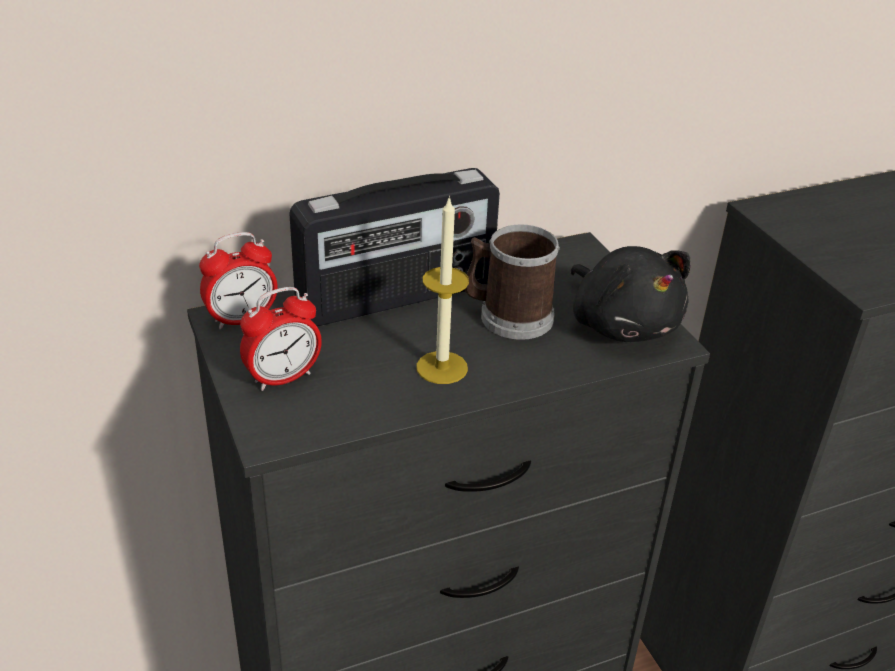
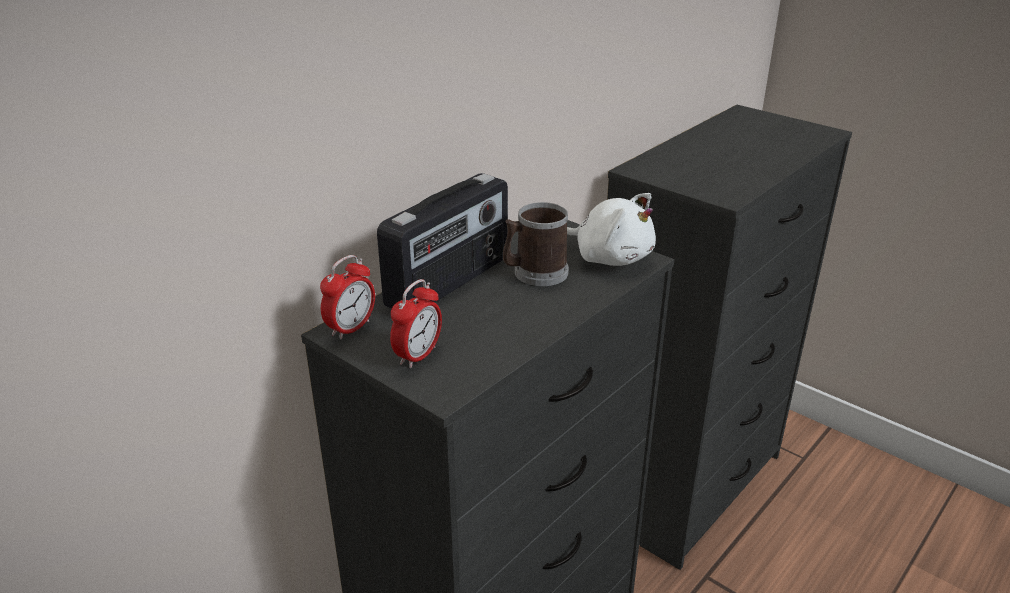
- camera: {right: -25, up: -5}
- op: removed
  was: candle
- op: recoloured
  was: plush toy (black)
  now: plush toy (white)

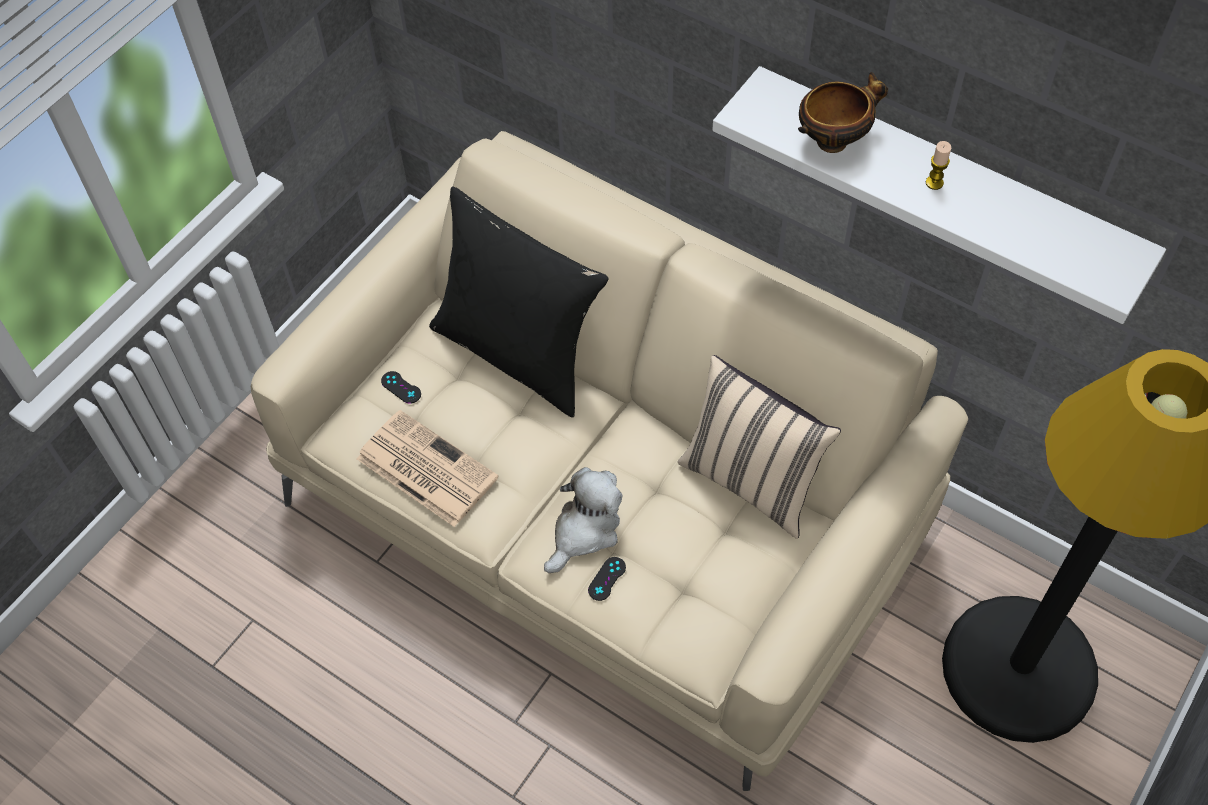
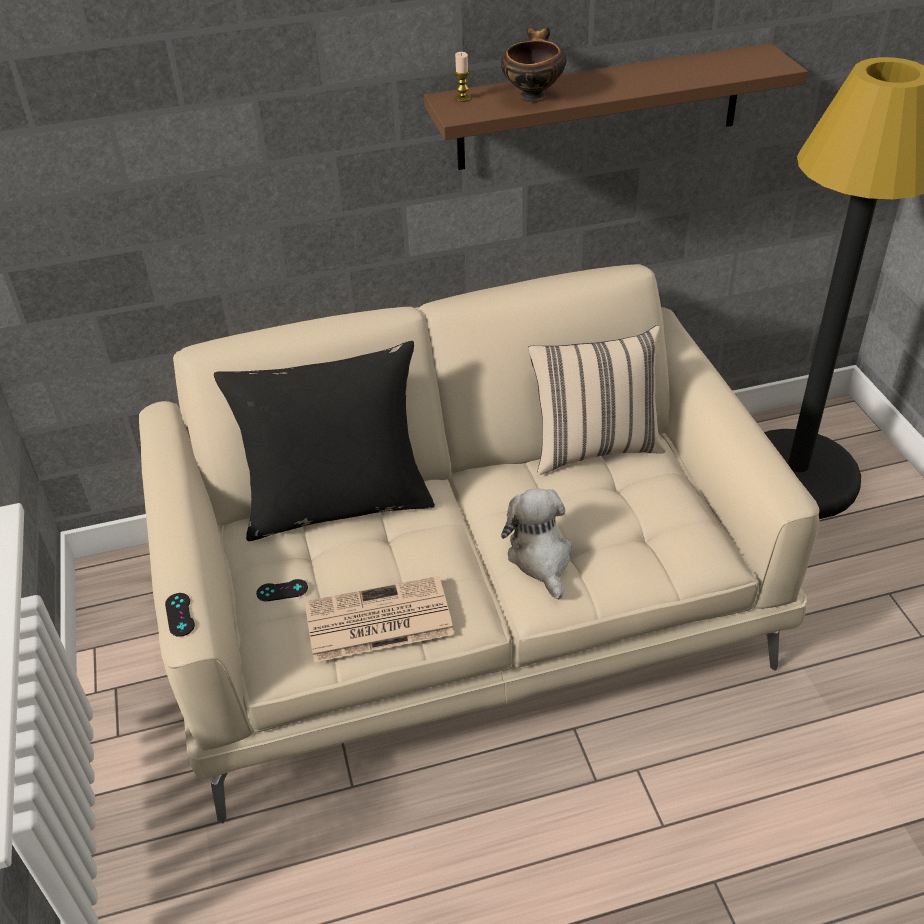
- camera: {right: -50, up: -15}
- op: moved
  was: game controller (black) (2nd from left in the first image)
  now: game controller (black) (1st from left)
- op: moved
  was: candle
- op: recoloured
  was: shelf (white)
  now: shelf (brown)

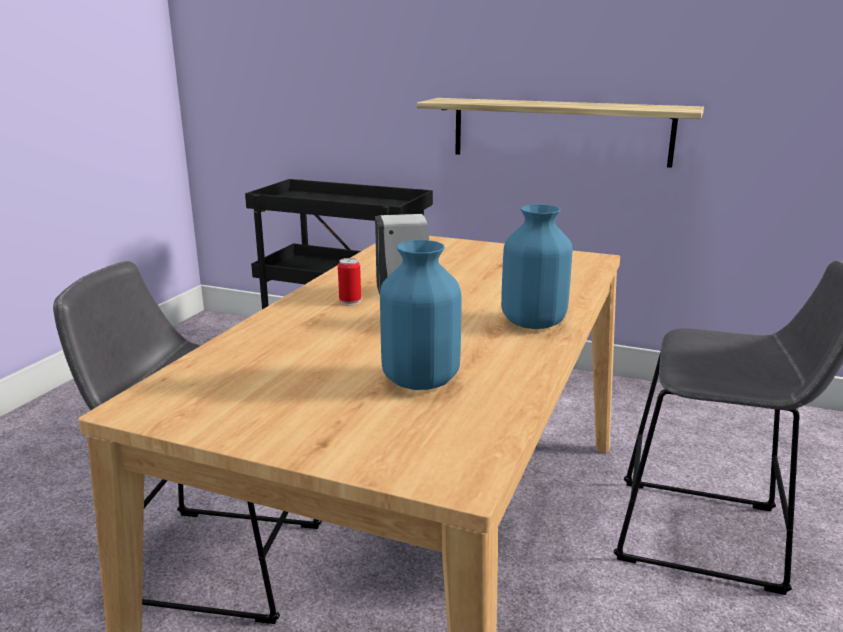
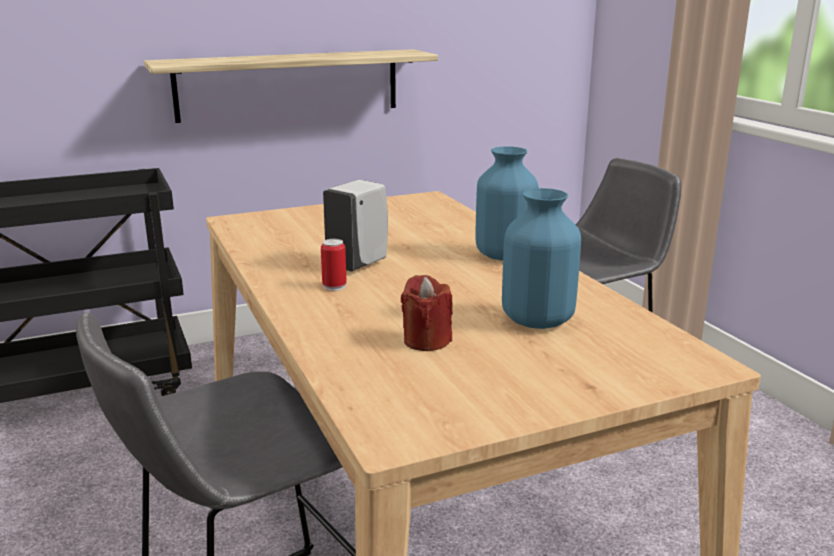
- camera: {right: -45, up: 0}
- op: added
  now: candle (red)

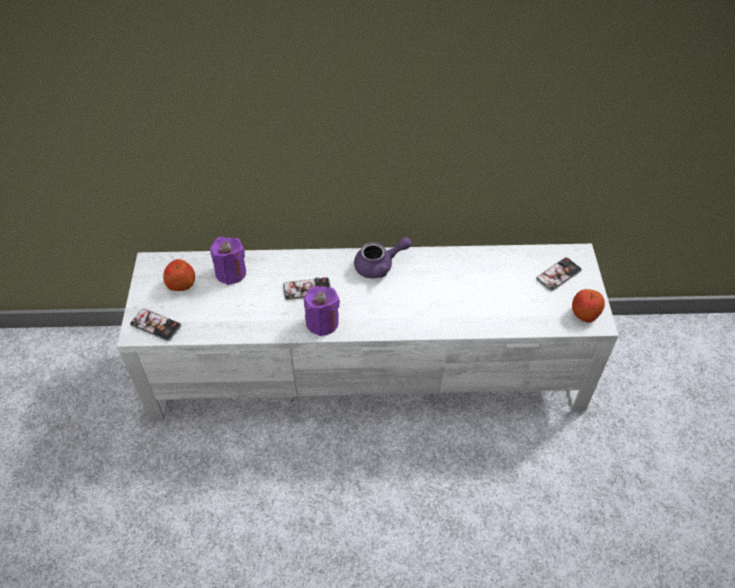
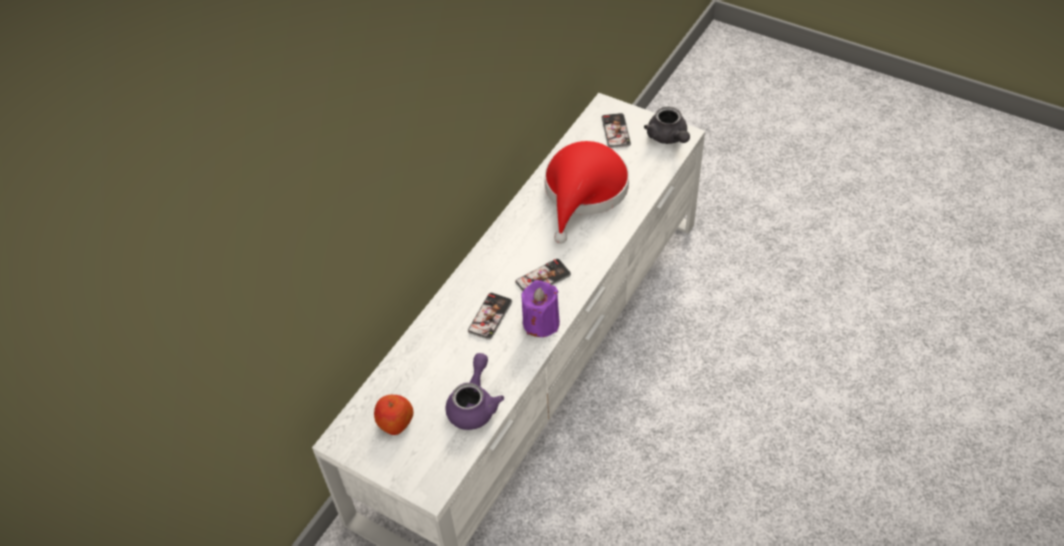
- camera: {right: -55, up: 0}
- op: removed
  was: candle (purple) (1st from left)
- op: added
  now: hat (red)
- op: moved
  was: phone (1st from left in the first image)
  now: phone (2nd from left)
- op: moved
  was: teapot (purple)
- op: replaced
  was: apple (2nd from left)
  now: teapot (grey)

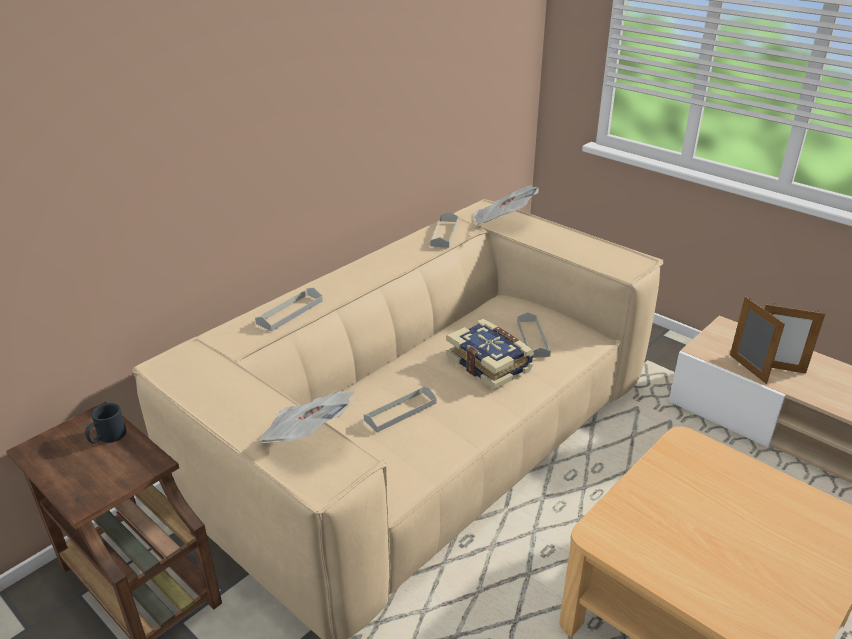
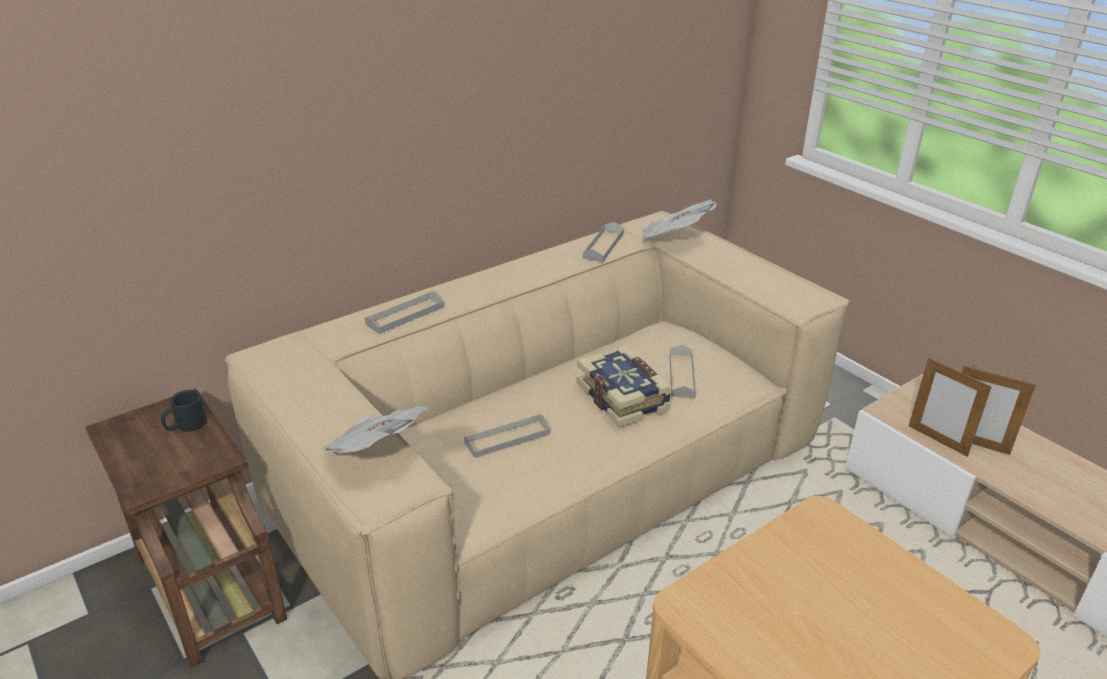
- camera: {right: 10, up: 0}
- op: turned
  was: picture frame (1st from left)
  clockwise: 150

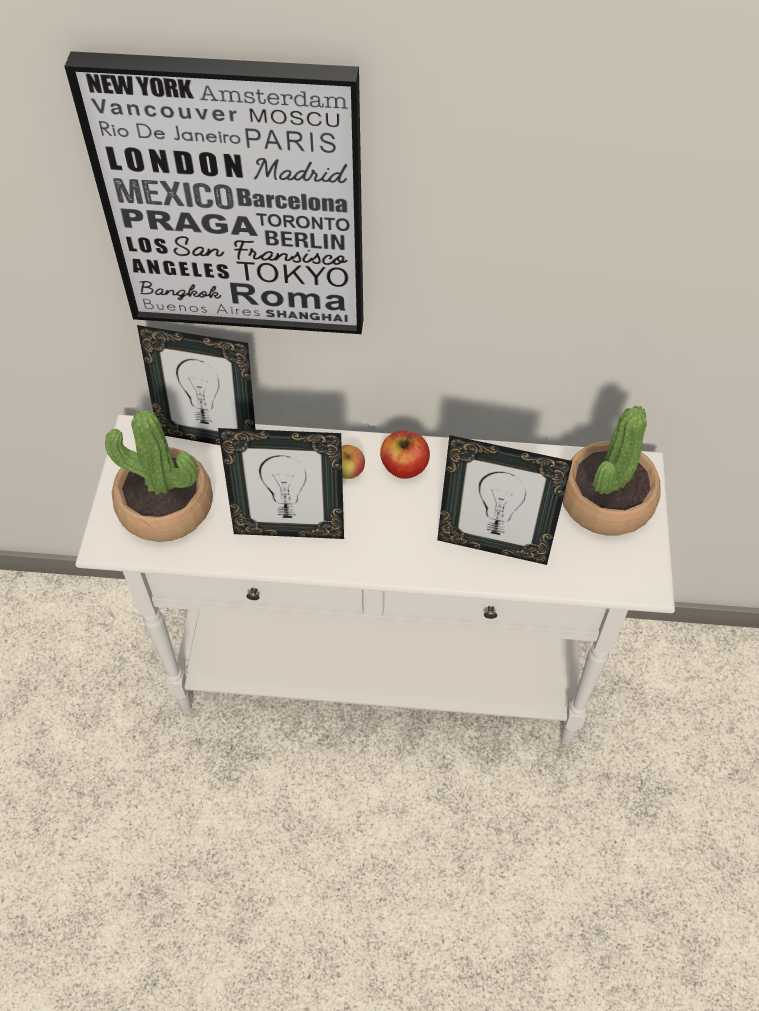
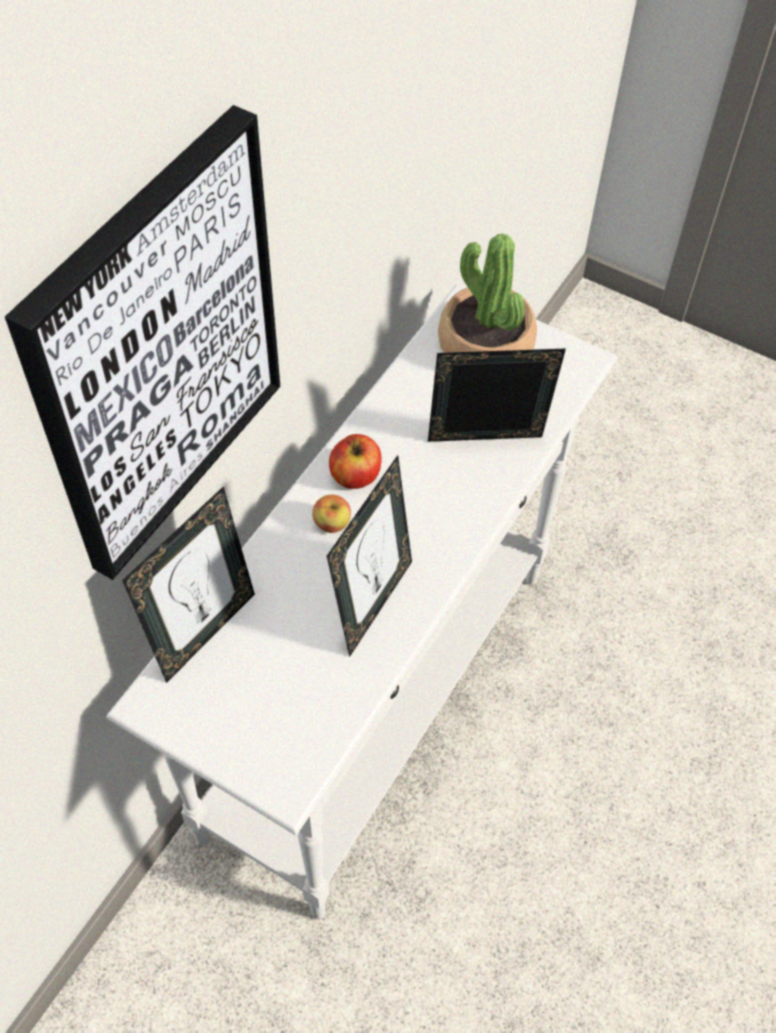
- camera: {right: -65, up: 0}
- op: removed
  was: potted plant (1st from left)
- op: turned
  was: picture frame (3rd from left)
  clockwise: -135

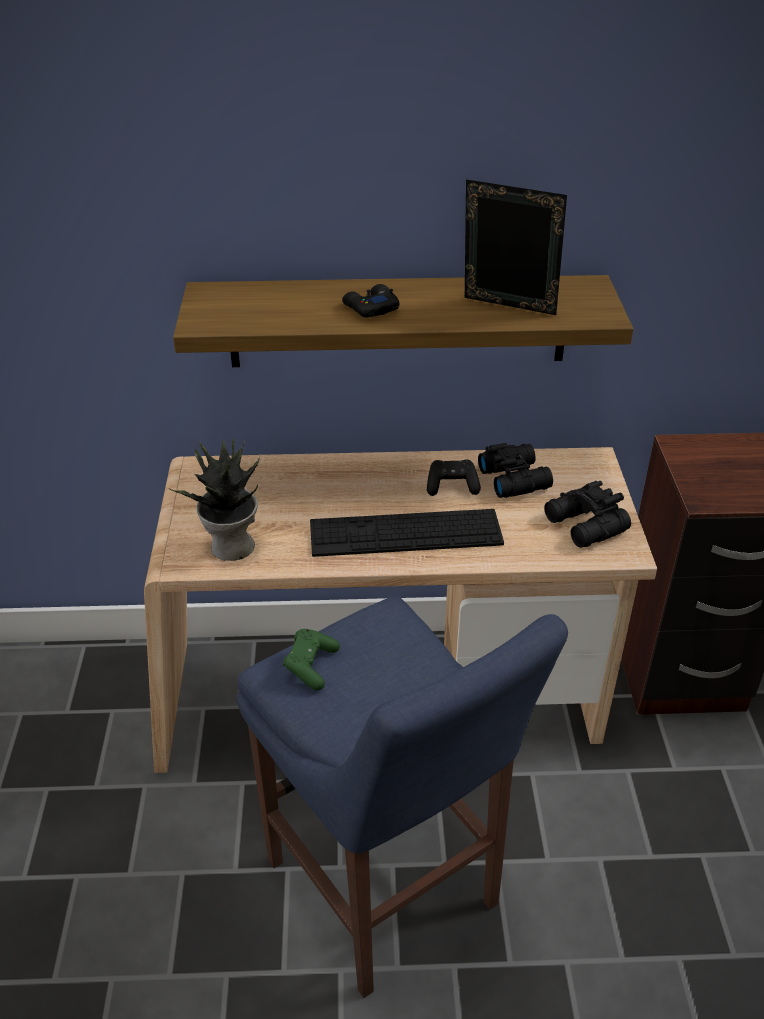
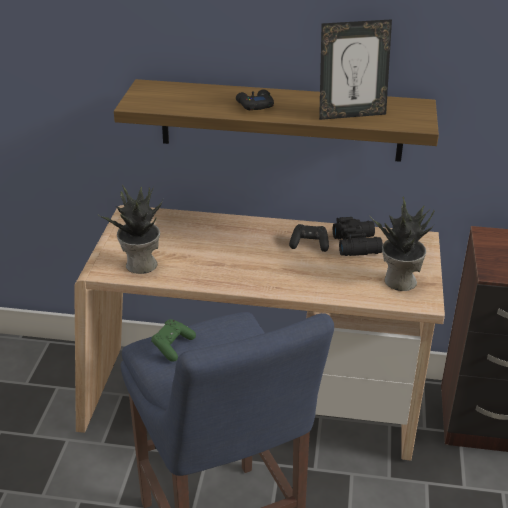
- camera: {right: 10, up: -5}
- op: removed
  was: keyboard
- op: replaced
  was: binoculars (black) (2nd from left)
  now: potted plant (2nd from left)
- op: turned
  was: picture frame
  clockwise: 135

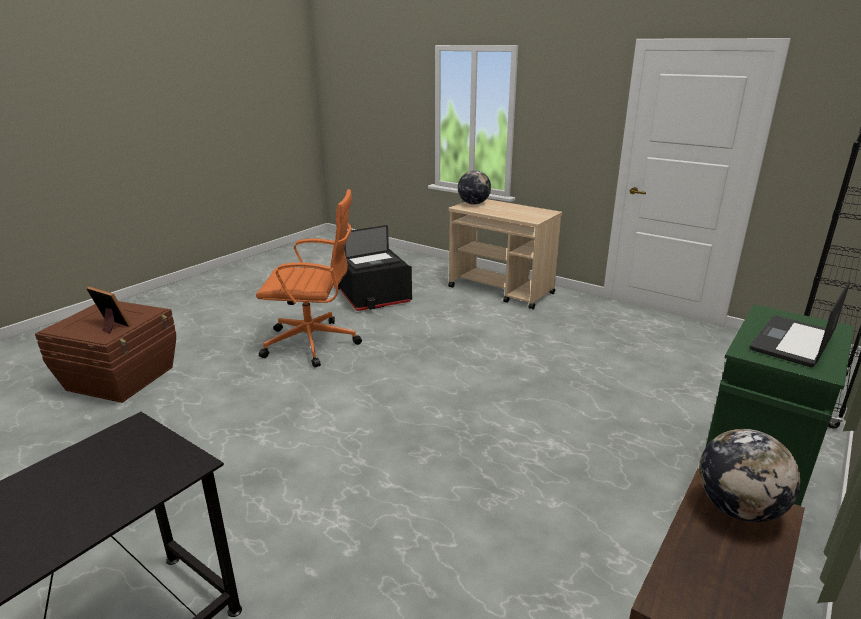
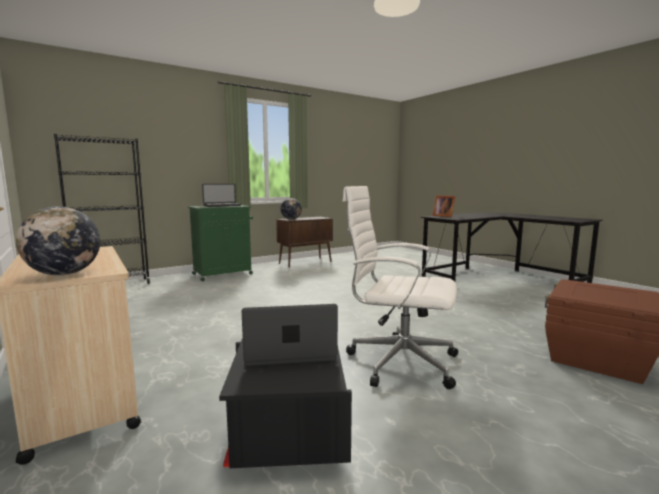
- camera: {right: -160, up: -15}
- op: moved
  was: picture frame
- op: recoloured
  was: office chair (orange)
  now: office chair (white)

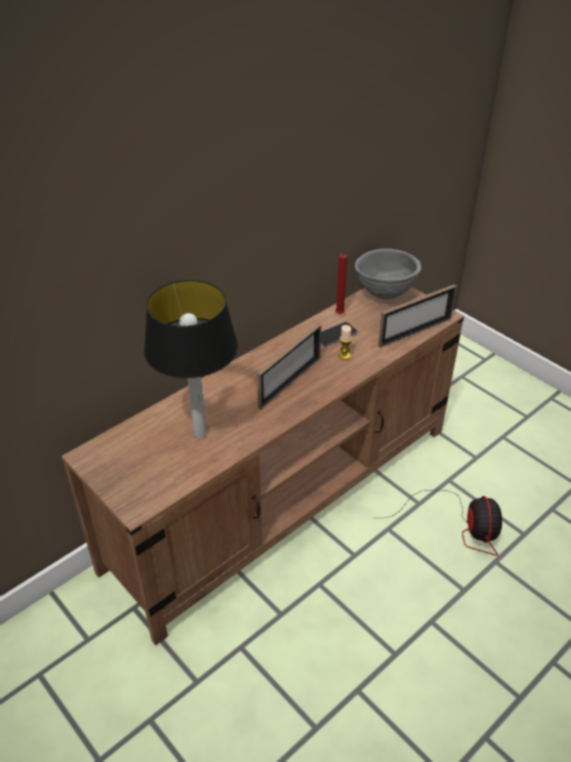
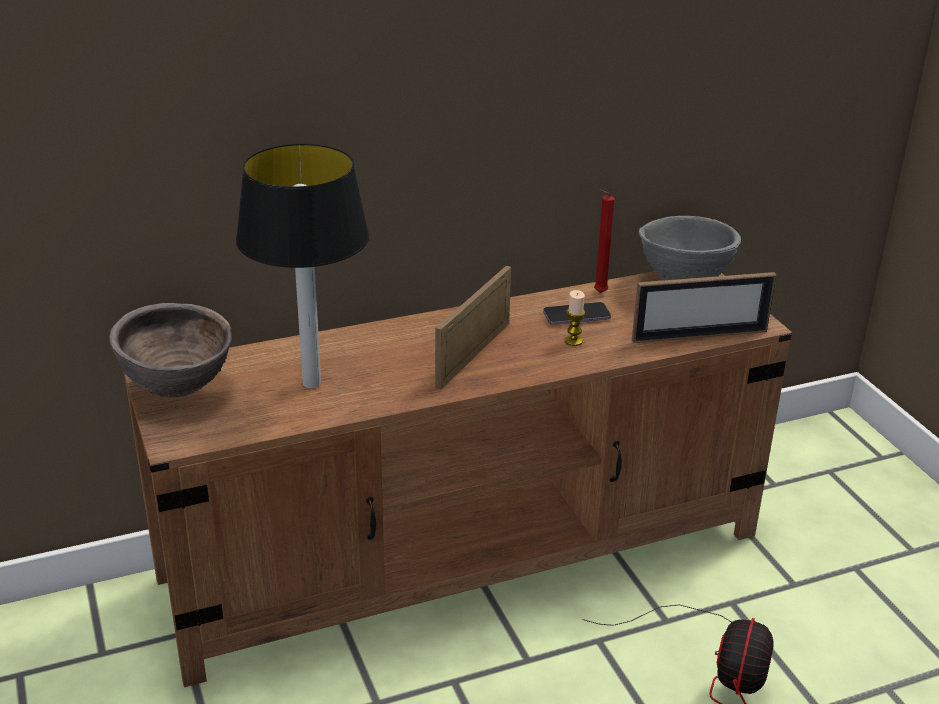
- camera: {right: 20, up: -10}
- op: added
  now: bowl (brown)
- op: turned
  was: picture frame (1st from left)
  clockwise: 150

